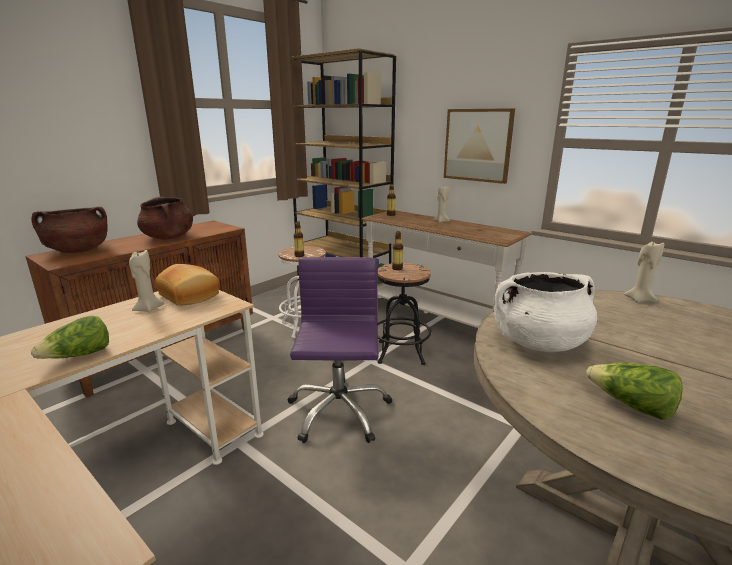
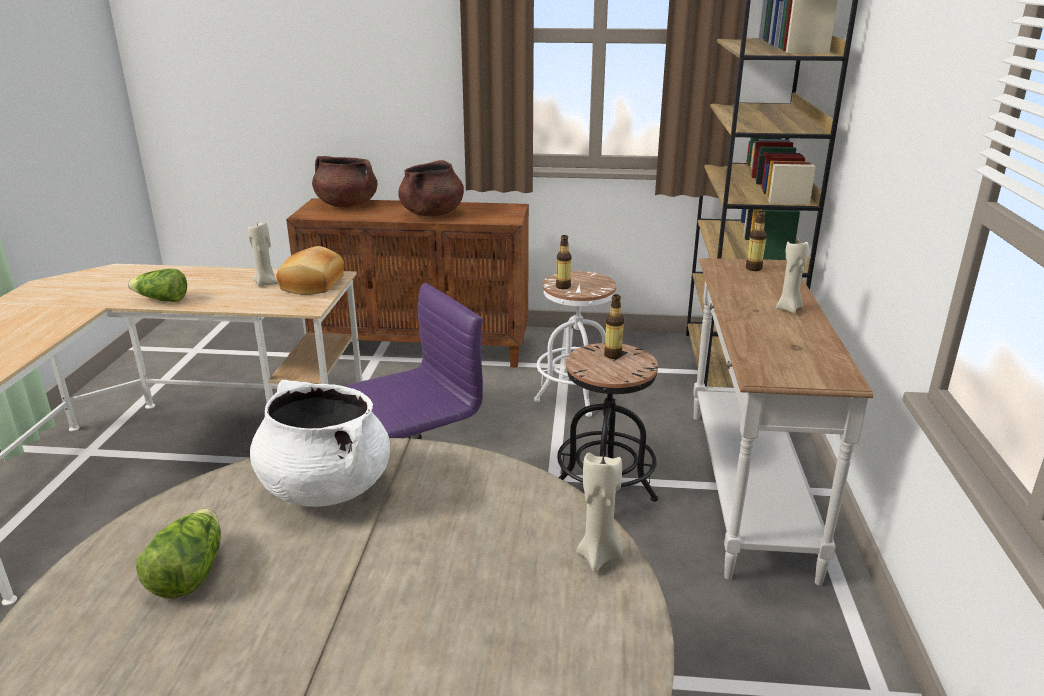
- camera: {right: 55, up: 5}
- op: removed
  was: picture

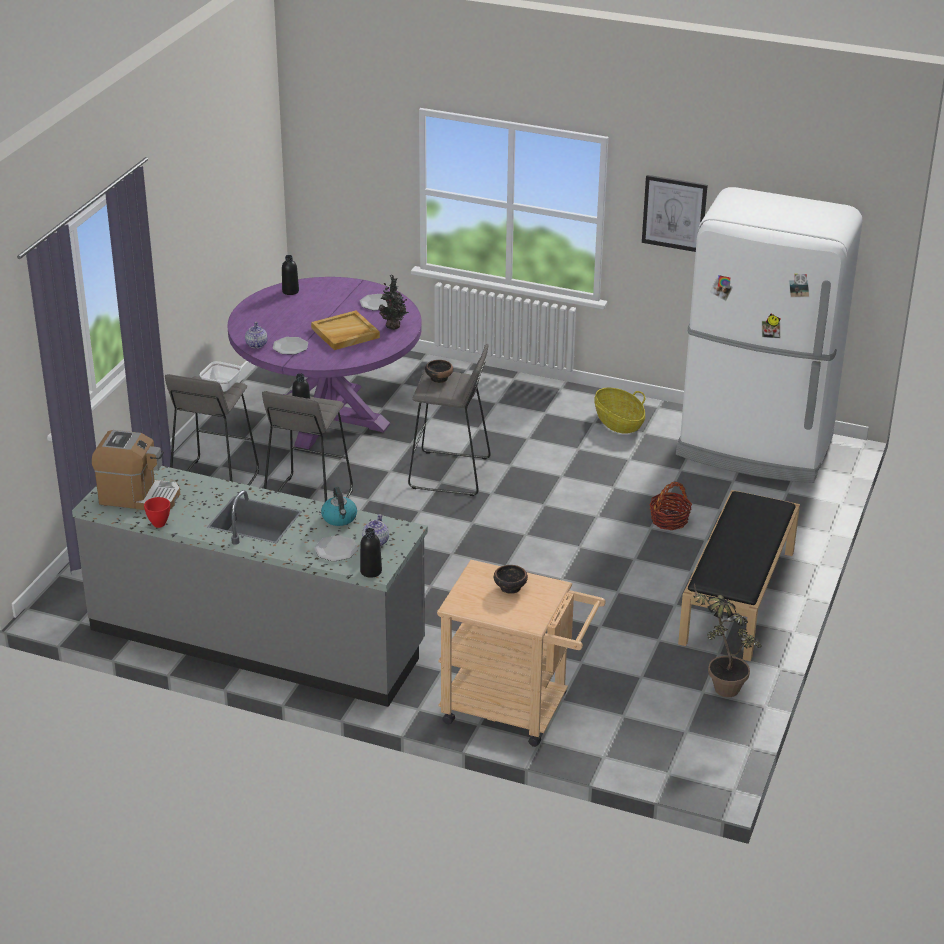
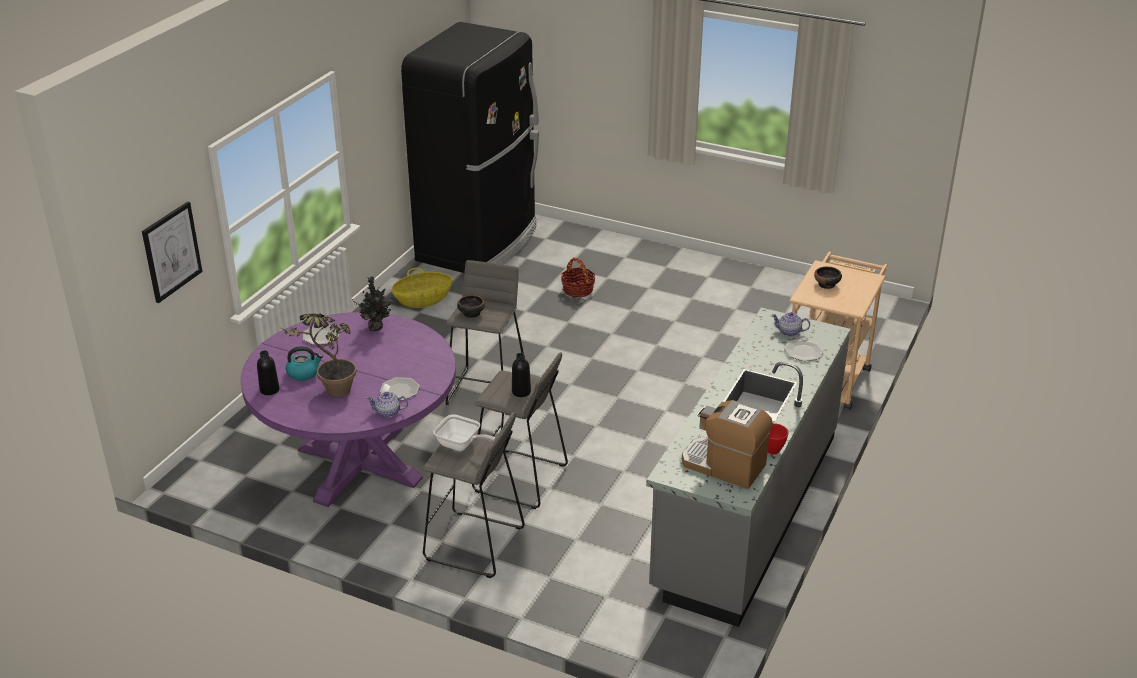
- camera: {right: -85, up: 0}
- op: removed
  was: tray (beige)
- op: removed
  was: bottle (black) (3rd from left)
- op: removed
  was: bench (black)
- op: moved
  was: kettle
- op: moved
  was: picture
- op: moved
  was: potted plant (2nd from left in the first image)
  now: potted plant (1st from left)
- op: recoloured
  was: fridge (white)
  now: fridge (black)
- op: turned
  was: coffee machine
  clockwise: -75

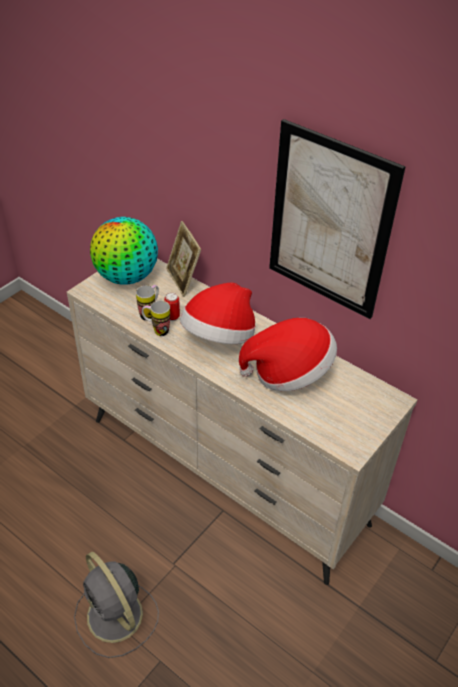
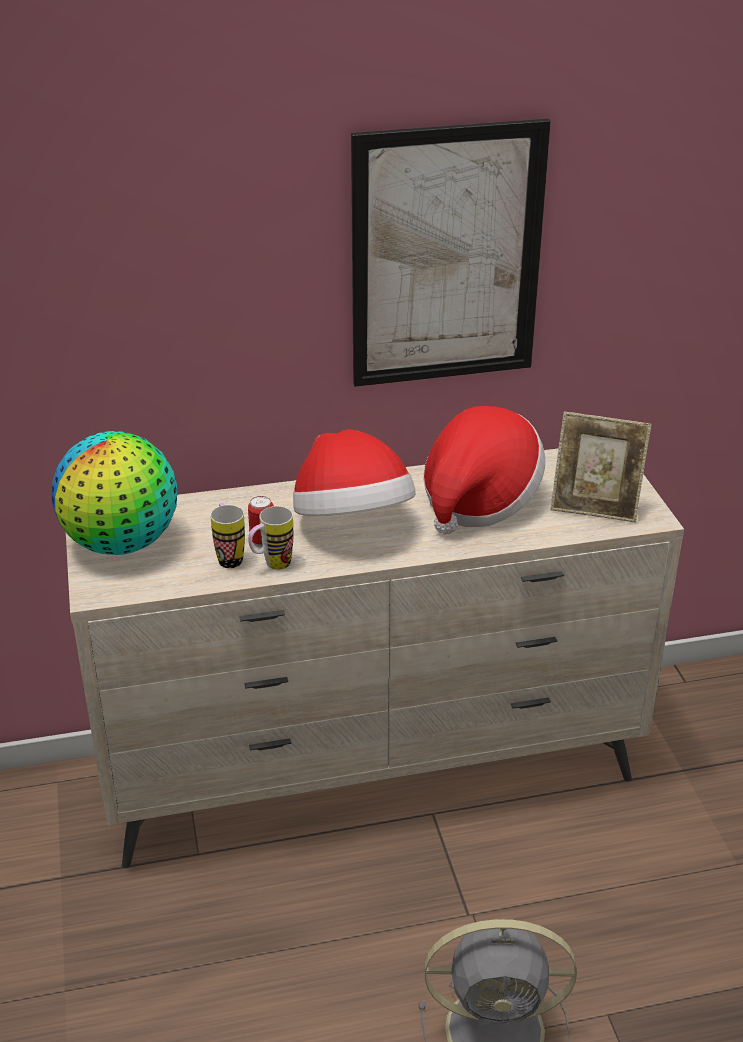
- camera: {right: -50, up: -10}
- op: moved
  was: picture frame

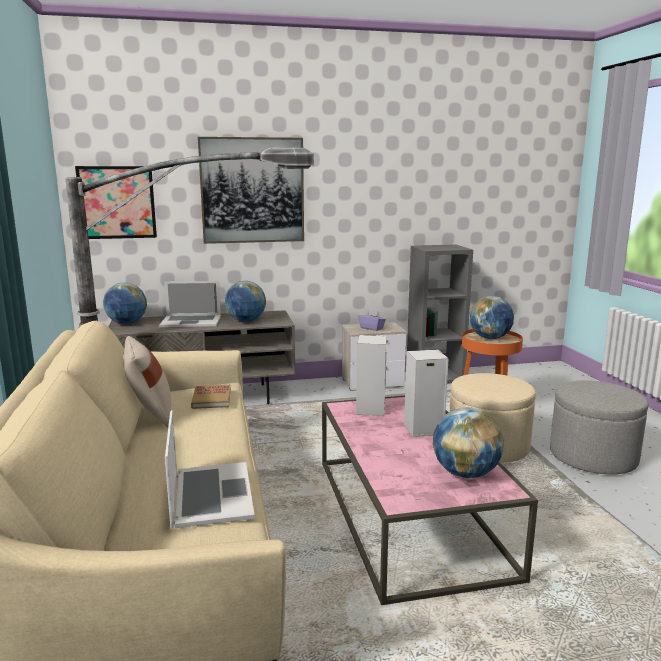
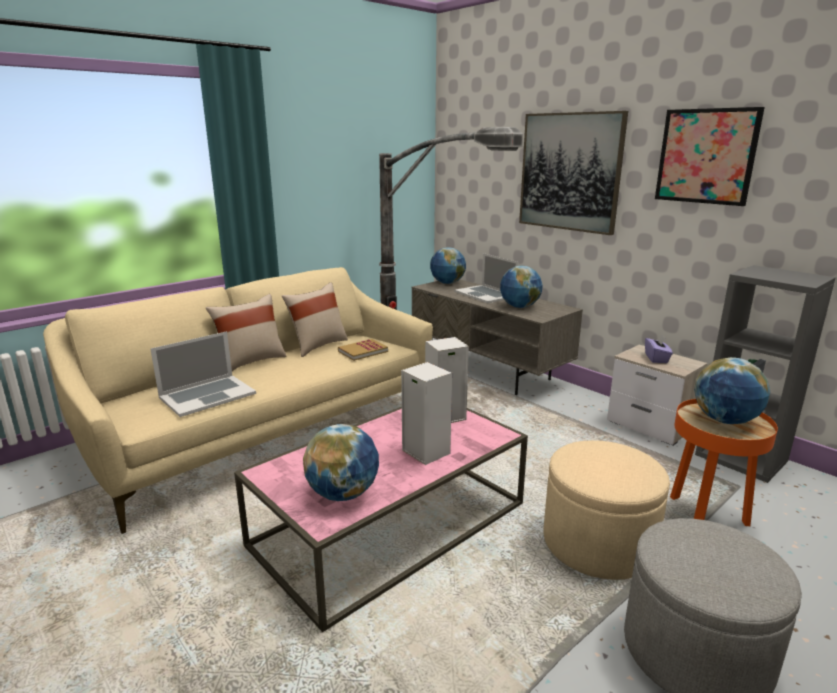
- camera: {right: 60, up: 5}
- op: added
  now: pillow (beige) (1st from left)
- op: moved
  was: picture (1st from left in the first image)
  now: picture (2nd from left)

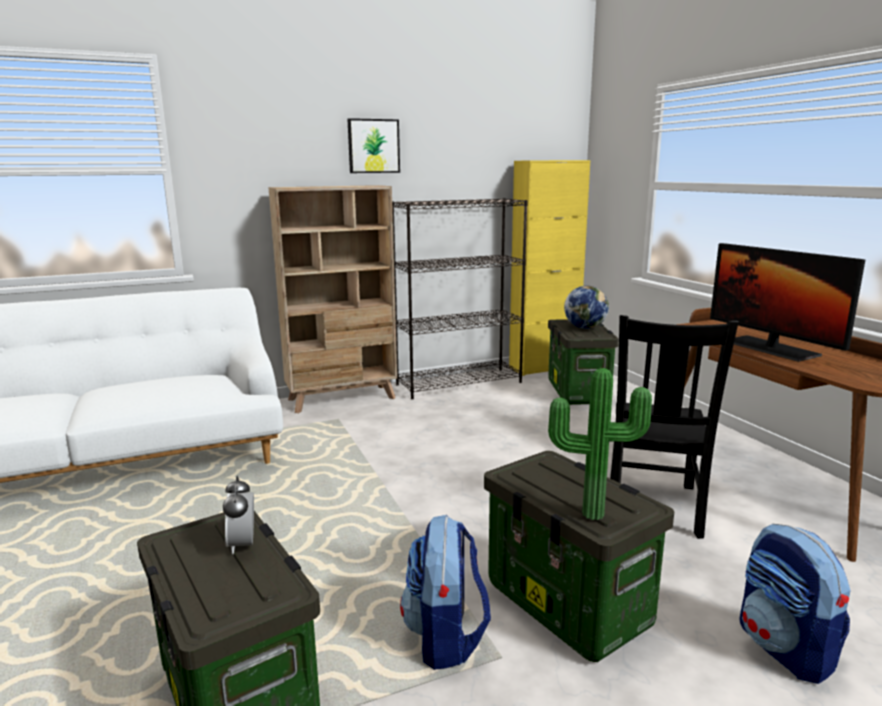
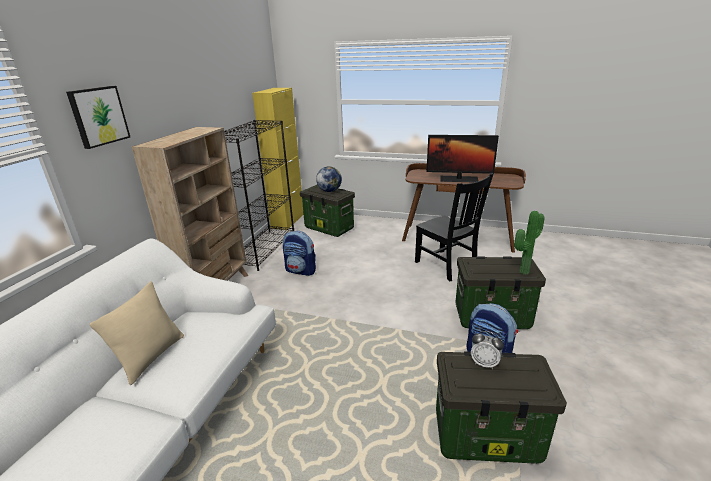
- camera: {right: -50, up: 10}
- op: added
  now: pillow (beige)
- op: moved
  was: picture
- op: moved
  was: backpack (2nd from left in the first image)
  now: backpack (1st from left)

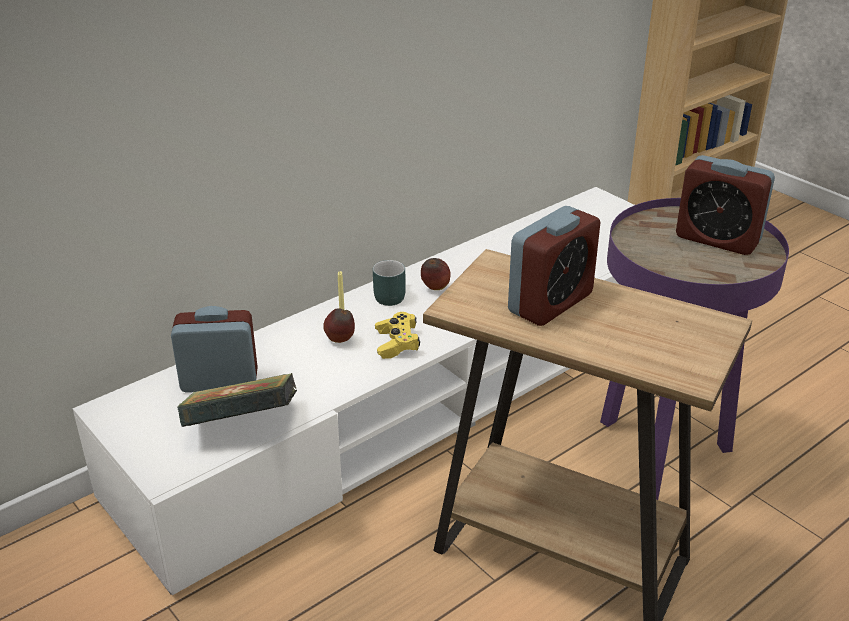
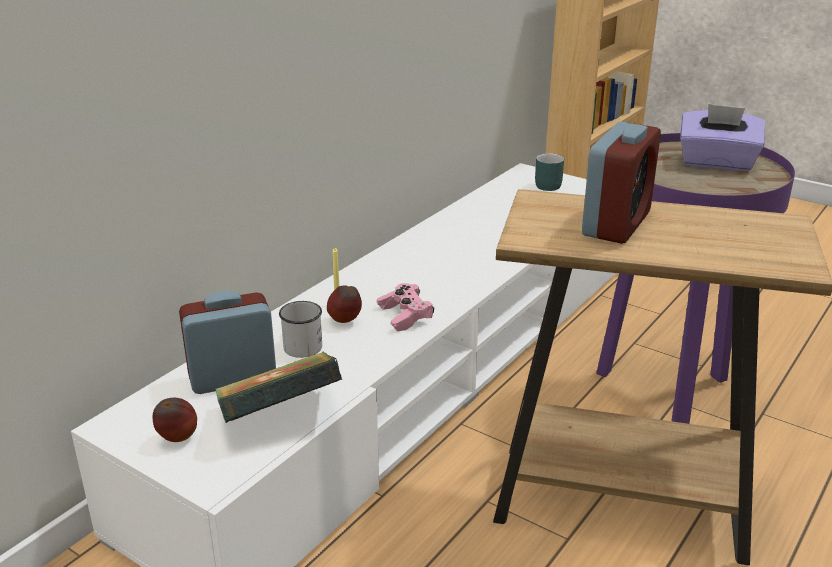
- camera: {right: -15, up: -5}
- op: added
  now: mug (white)
- op: moved
  was: mug (turquoise)
- op: moved
  was: apple (2nd from left in the first image)
  now: apple (1st from left)
- op: replaced
  was: alarm clock (3rd from left)
  now: tissue box (purple)
- op: recoloured
  was: game controller (yellow)
  now: game controller (pink)

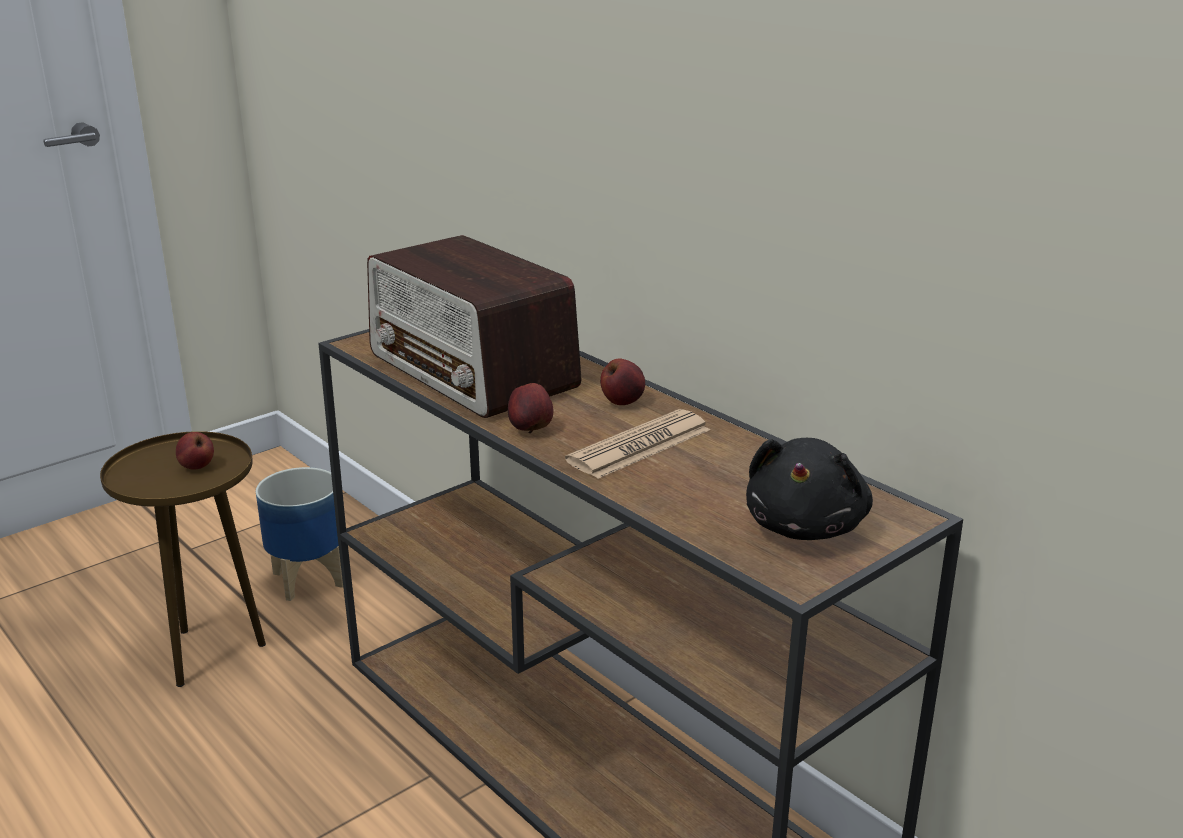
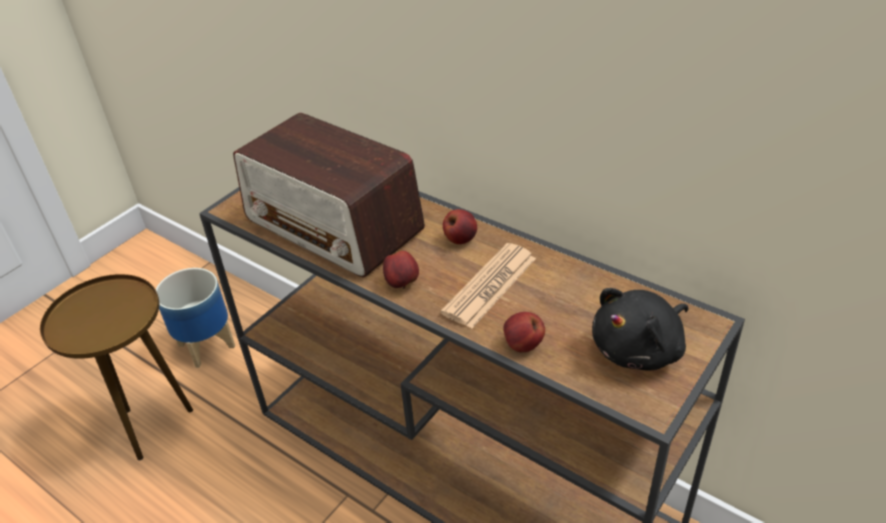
- camera: {right: -10, up: 15}
- op: moved
  was: apple (1st from left in the first image)
  now: apple (3rd from left)
- op: turned
  was: plush toy (black)
  clockwise: 45

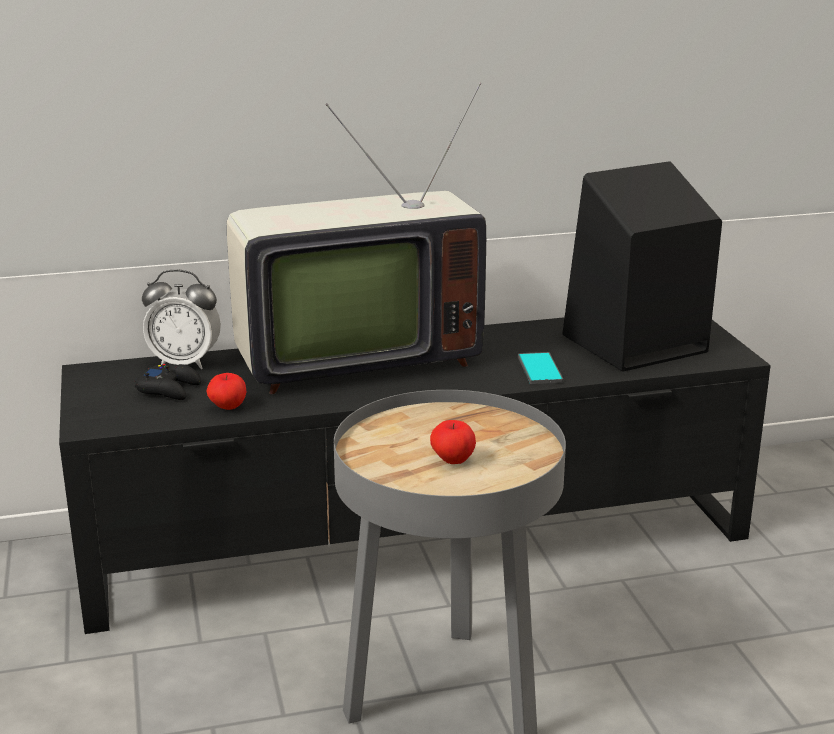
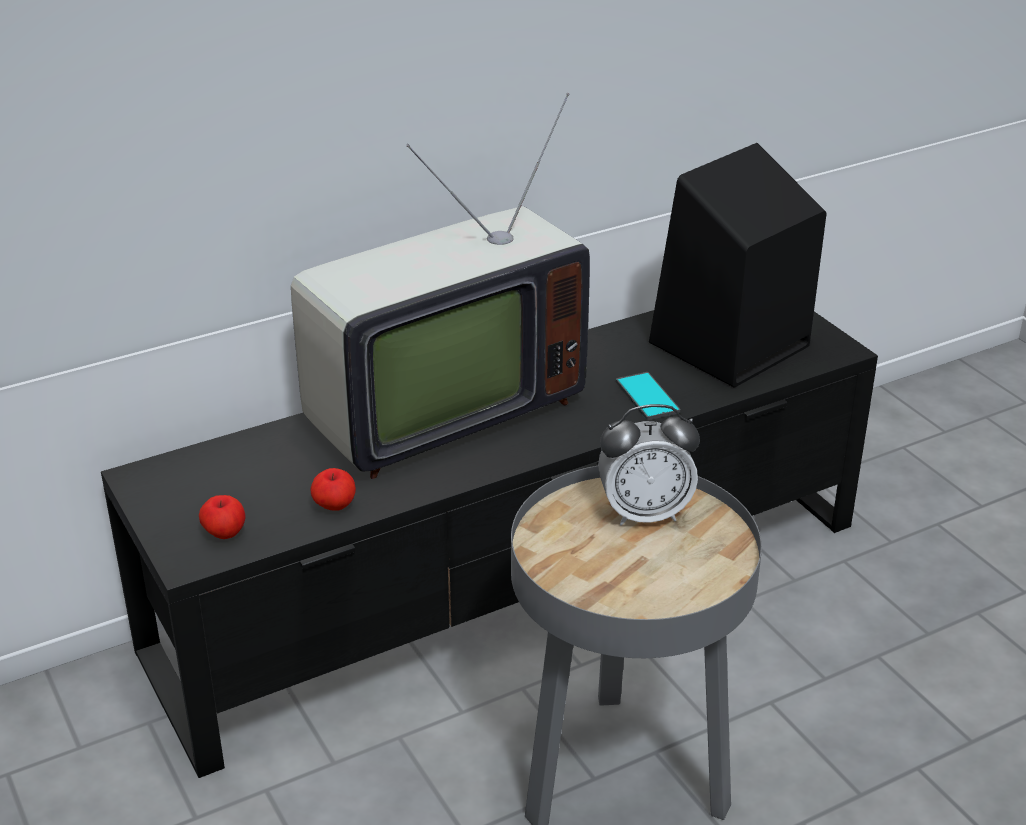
- camera: {right: -15, up: 10}
- op: removed
  was: game controller (black)
- op: moved
  was: alarm clock
- op: moved
  was: apple (2nd from left in the first image)
  now: apple (1st from left)

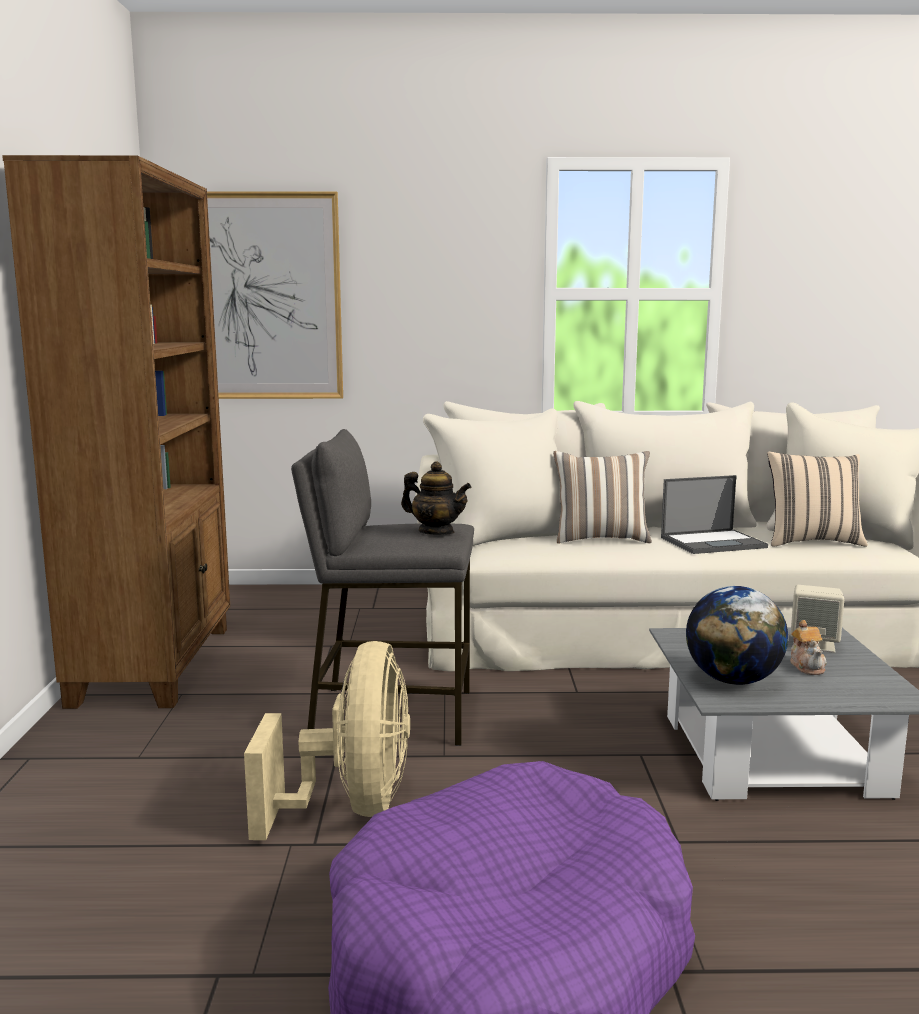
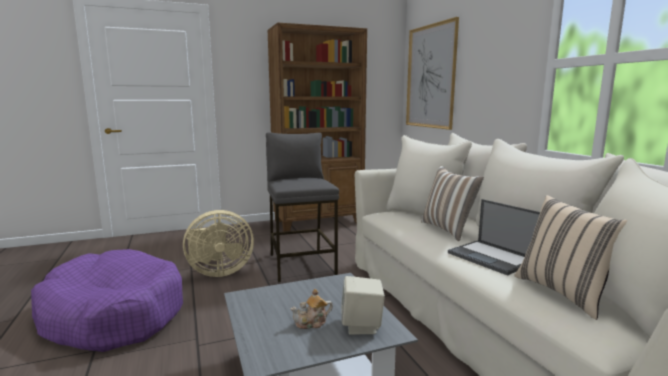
- camera: {right: 70, up: 0}
- op: removed
  was: teapot (1st from left)
- op: removed
  was: globe

